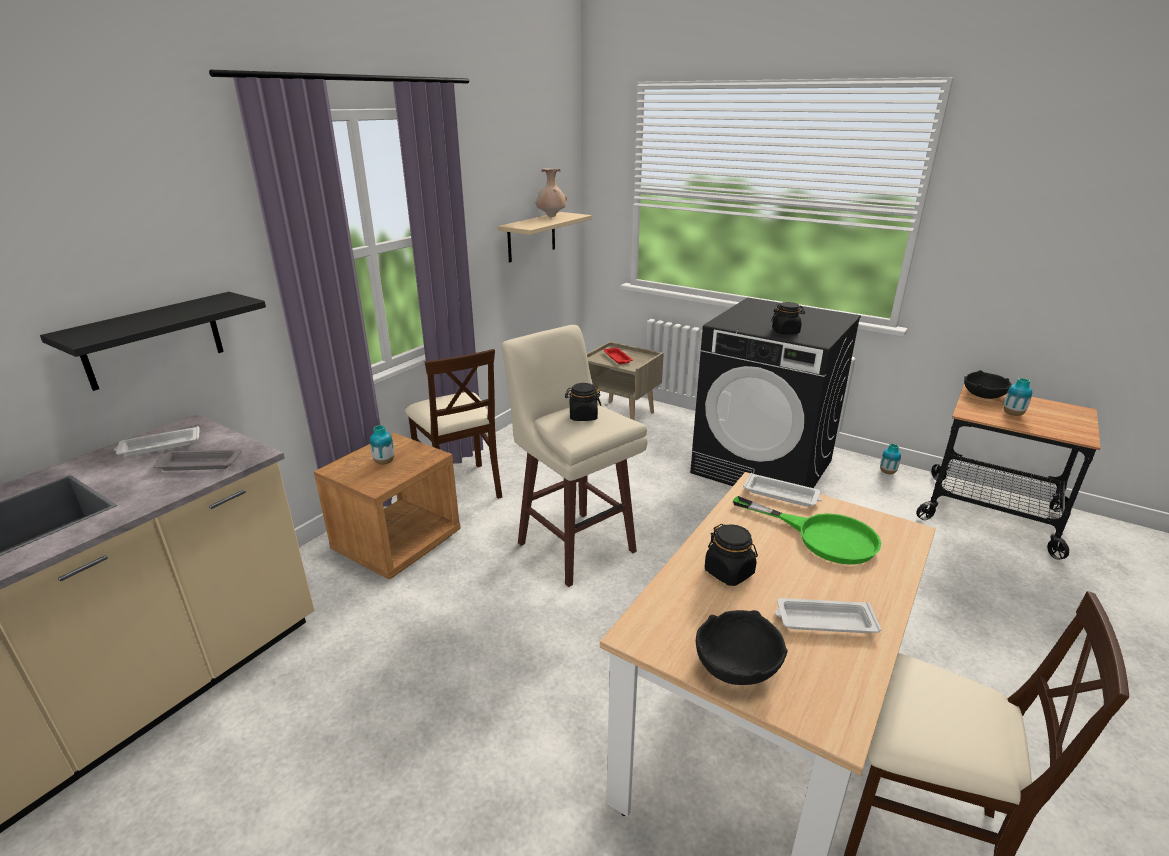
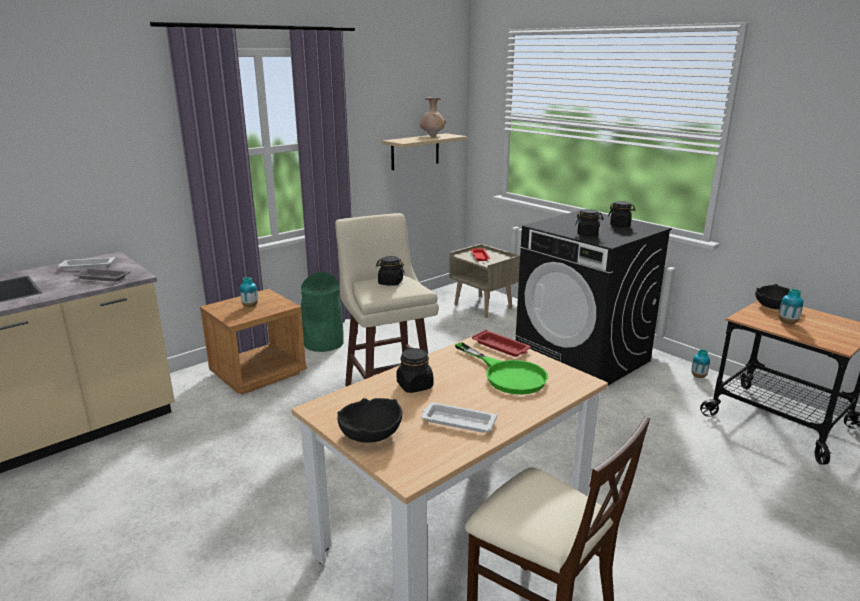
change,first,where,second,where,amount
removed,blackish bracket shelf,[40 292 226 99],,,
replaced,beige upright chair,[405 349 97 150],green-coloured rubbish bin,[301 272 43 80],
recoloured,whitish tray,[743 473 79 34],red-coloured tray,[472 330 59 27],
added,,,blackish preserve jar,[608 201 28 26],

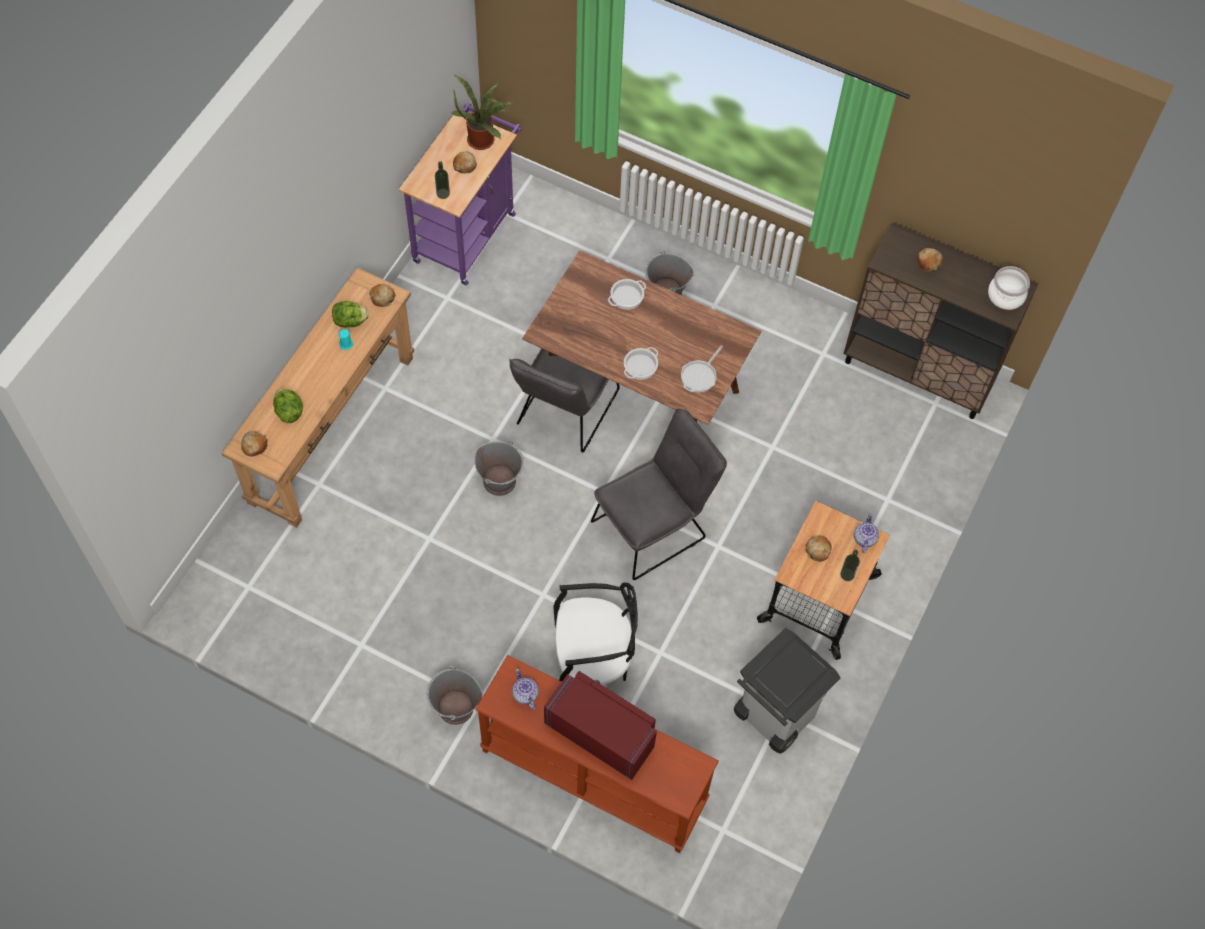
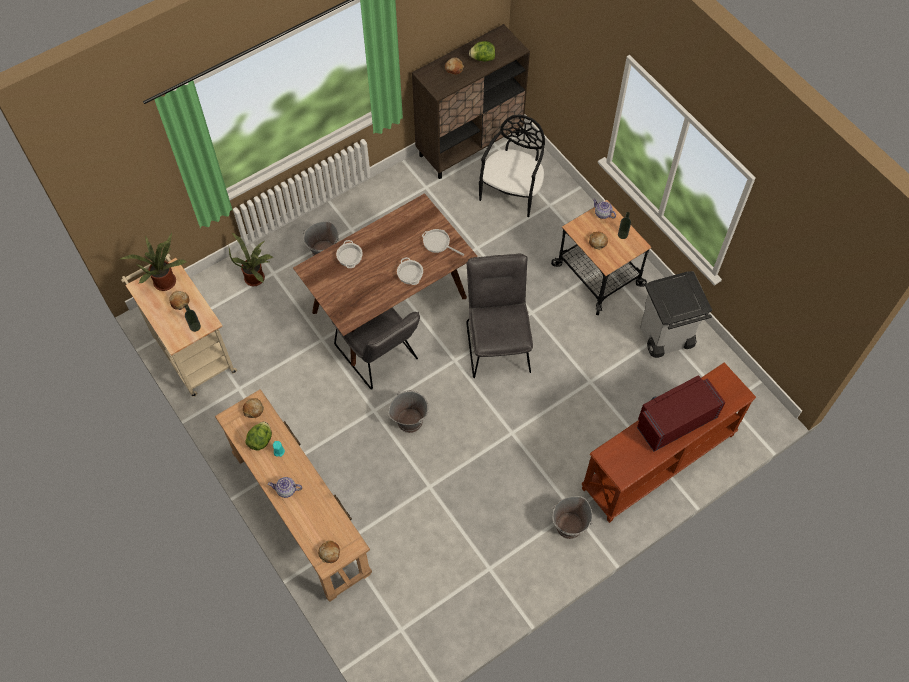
change,first,where,second,where,amount
moved,head of lettuce,[273 389 30 34],,[469 41 26 21],
recoloured,purplish wheeled cart,[399 103 123 182],beige wheeled cart,[121 254 116 143],
moved,tea pot,[512 669 27 41],,[268 477 34 21],
moved,blackish upright chair,[553 582 85 103],,[479 114 66 103],
turned,frying pan,[681 346 42 47],,[422 229 42 27],150 degrees clockwise
removed,cooking pot,[988 266 42 44],,,
added,,,houseplant,[228 233 45 53],

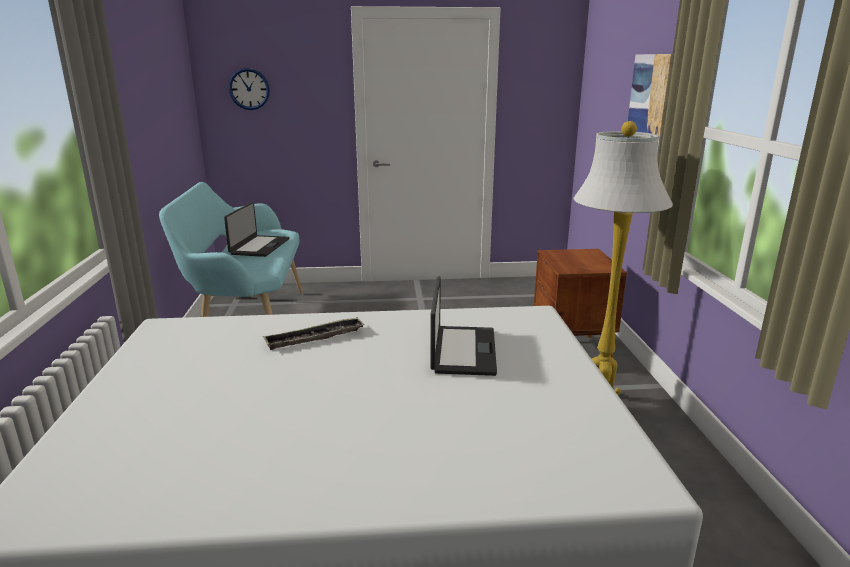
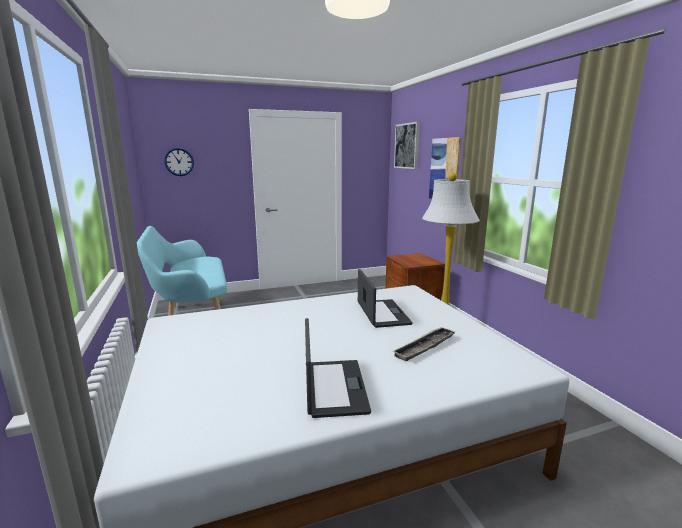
change,first,where,second,where,amount
moved,laptop,[224 202 66 55],,[305 318 66 100],
moved,tray,[263 318 102 32],,[392 327 63 34],
added,,,wall art,[394 122 26 47],

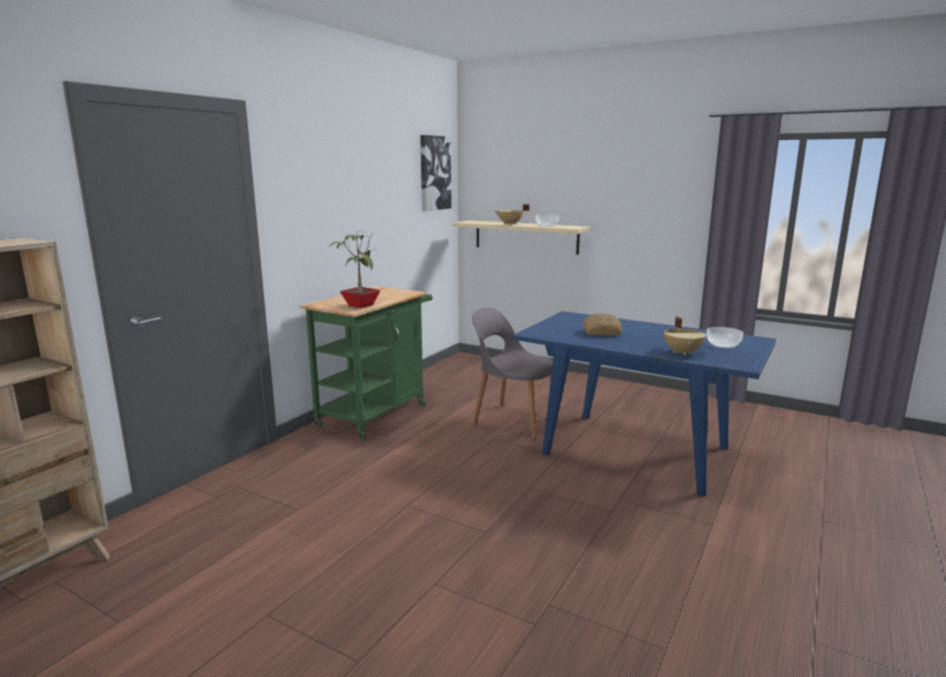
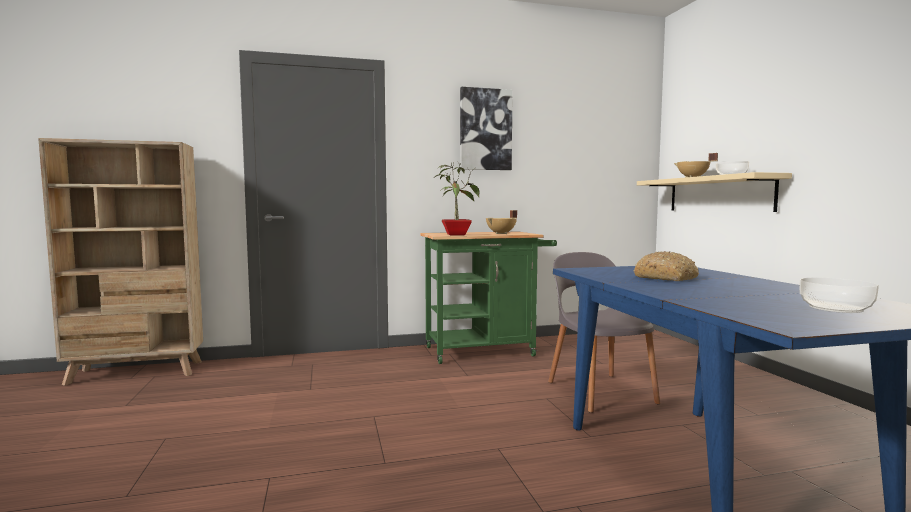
change,first,where,second,where,amount
moved,wall art,[420 135 32 76],,[460 87 53 83],
moved,beige cooking pot,[664 317 42 38],,[486 210 31 24],

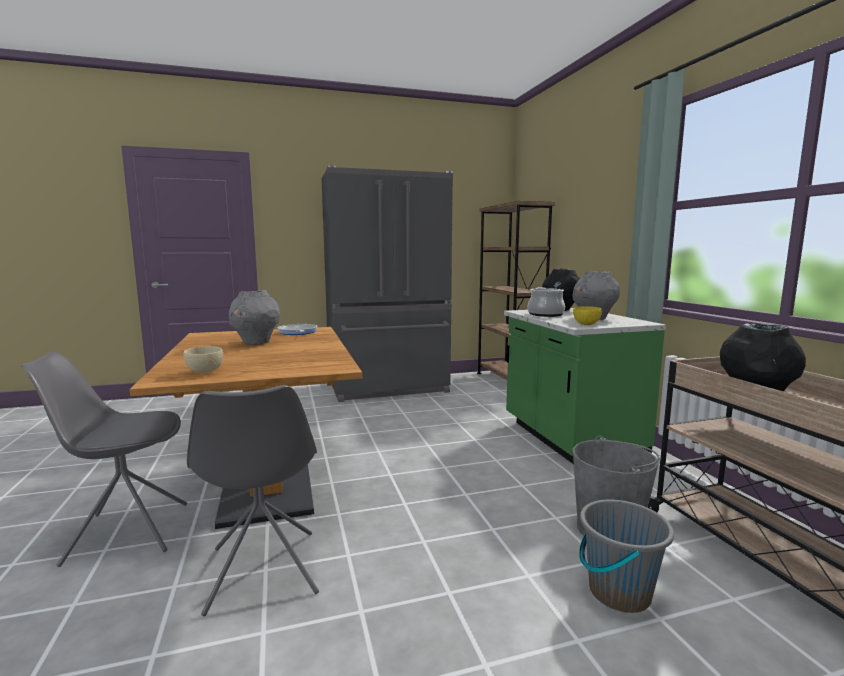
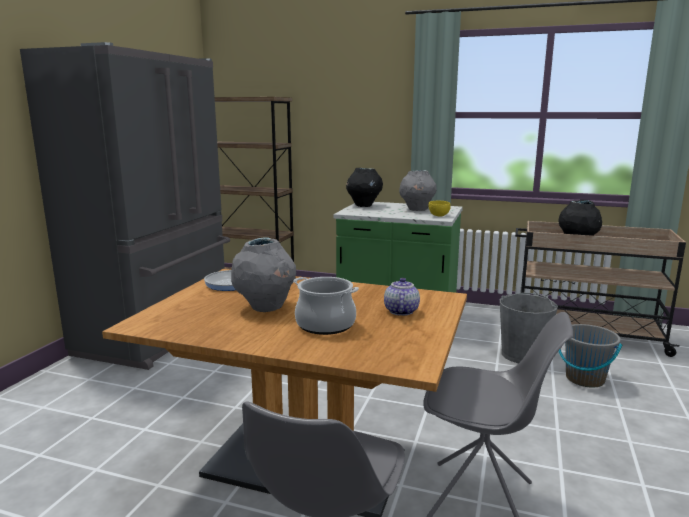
change,first,where,second,where,amount
removed,beige deep dish,[183 346 40 27],,,
moved,cooking pot,[528 287 37 30],,[293 277 66 58],
added,,,tea pot,[384 278 36 38],

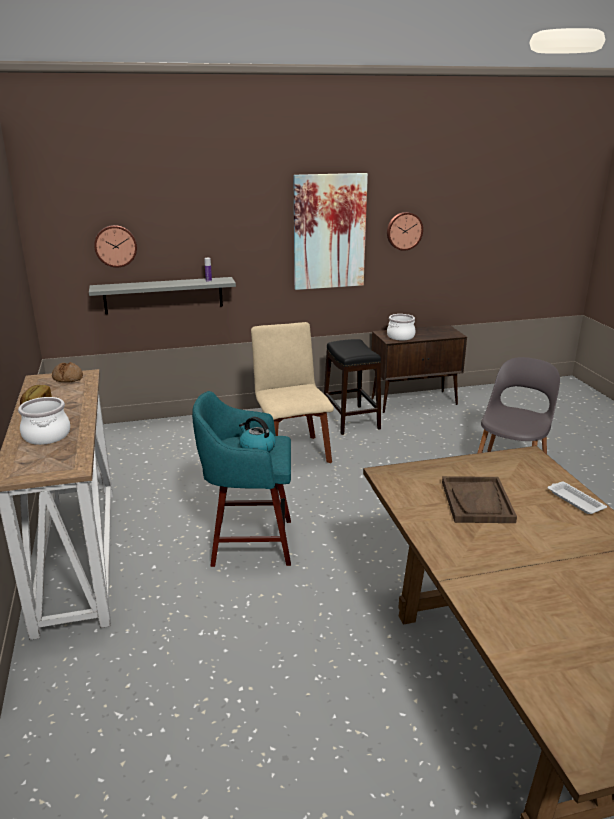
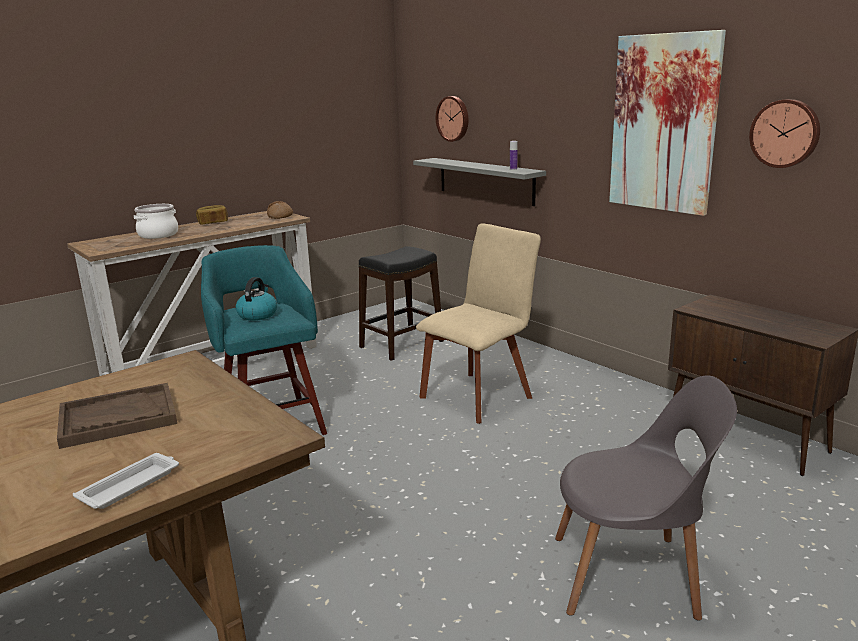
change,first,where,second,where,amount
moved,blackish stool,[324 339 57 96],,[359 246 85 115],
removed,cooking pot,[387 314 28 27],,,

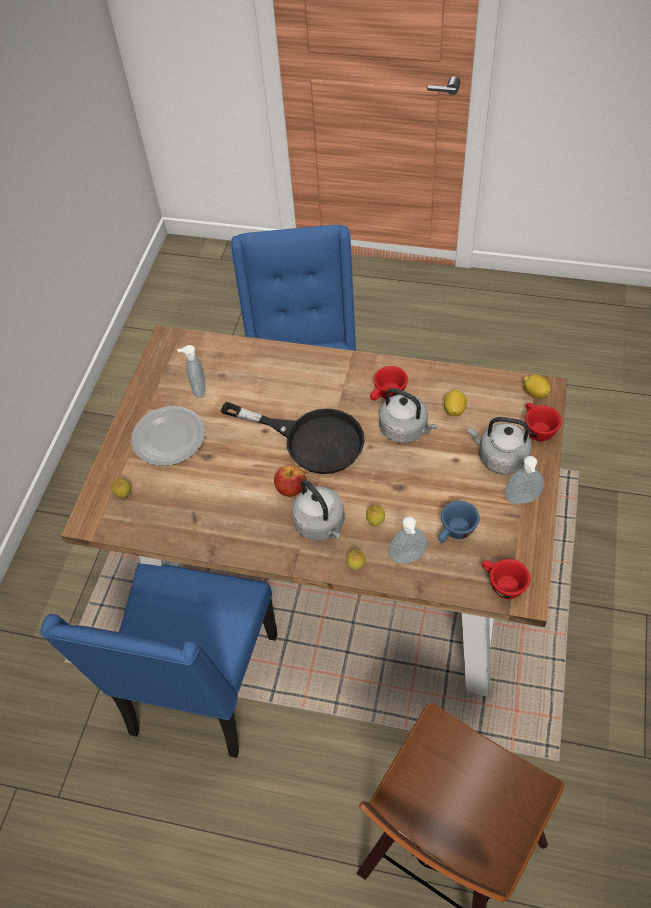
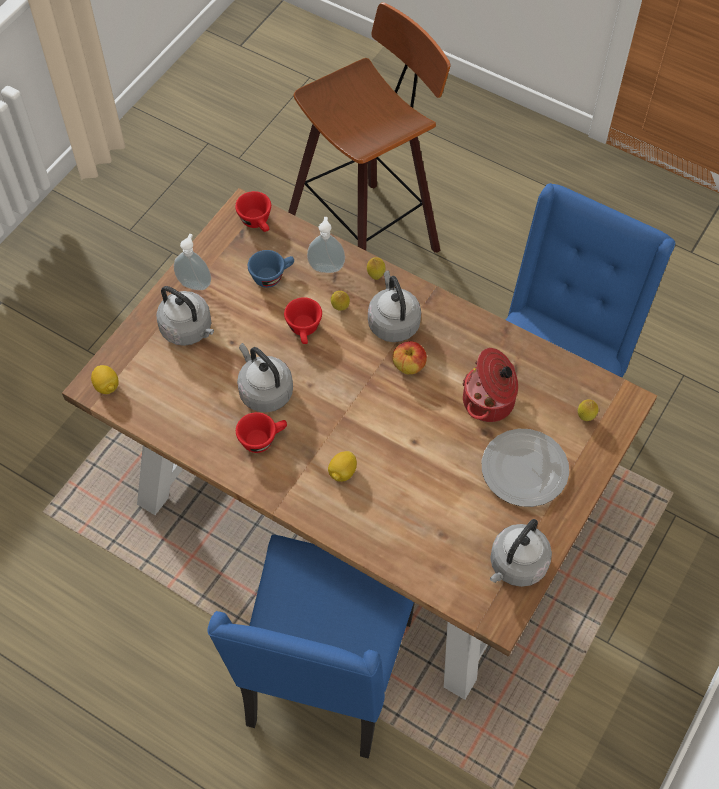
change,first,where,second,where,amount
removed,liquid soap bottle,[177 345 28 53],,,
removed,blackish frying pan,[221 402 144 72],,,
moved,whole lemon,[444 389 23 27],,[328 451 29 31],
moved,red-coloured drinking cup,[525 403 37 38],,[284 297 38 47],
added,,,cooking pot,[463 348 55 74],
added,,,grey tea kettle,[490 519 62 68],

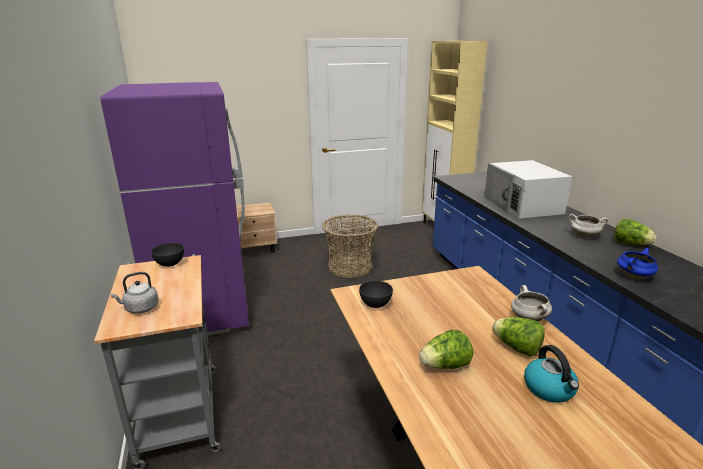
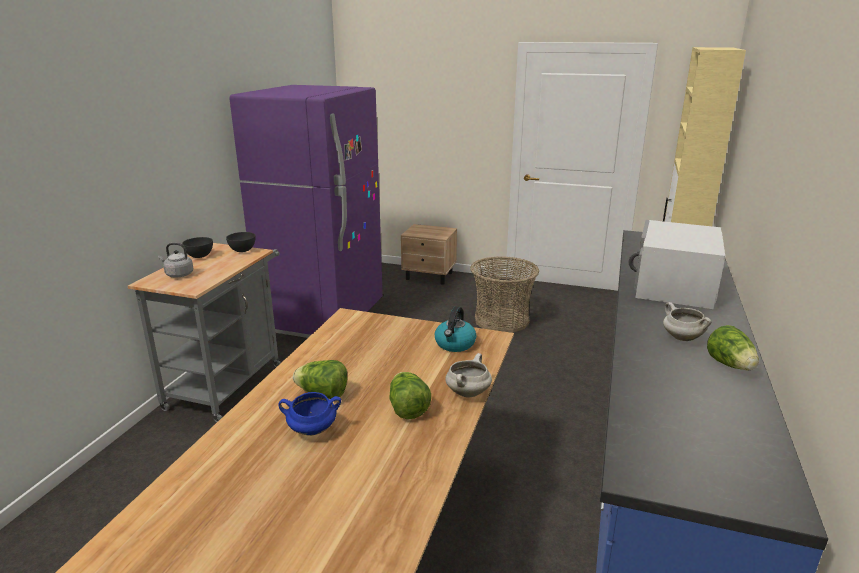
change,first,where,second,where,amount
moved,grey deep dish,[359 281 34 27],,[182 237 31 21],
moved,tea kettle,[524 345 55 58],,[434 306 42 46],
moved,blue-coloured cooking pot,[617 248 41 31],,[278 392 63 44],

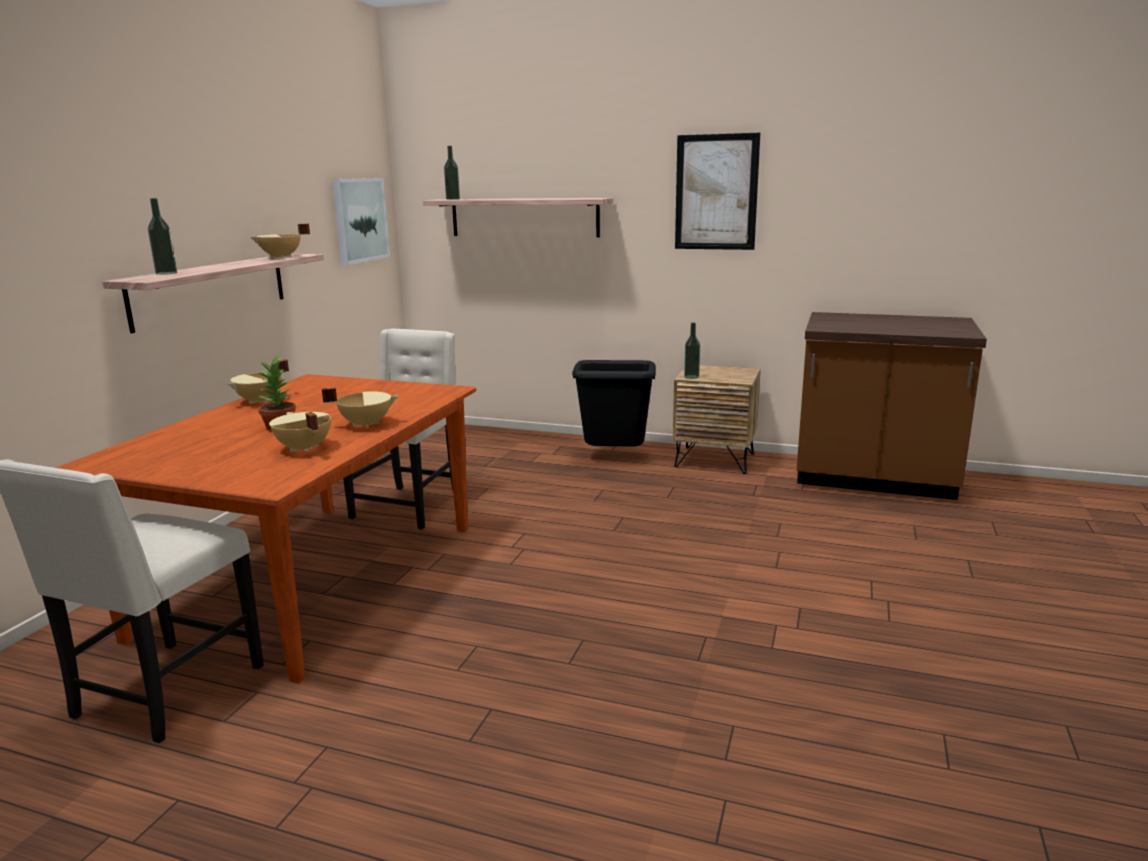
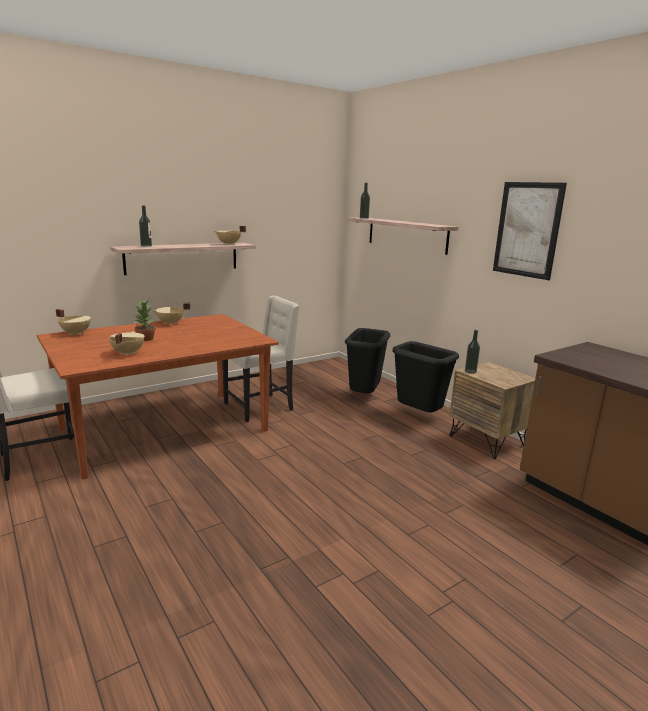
change,first,where,second,where,amount
moved,beige cooking pot,[322 387 77 41],,[56 309 35 26],
removed,wall art,[332 178 58 87],,,
added,,,blackish rubbish bin,[345 328 45 65],

